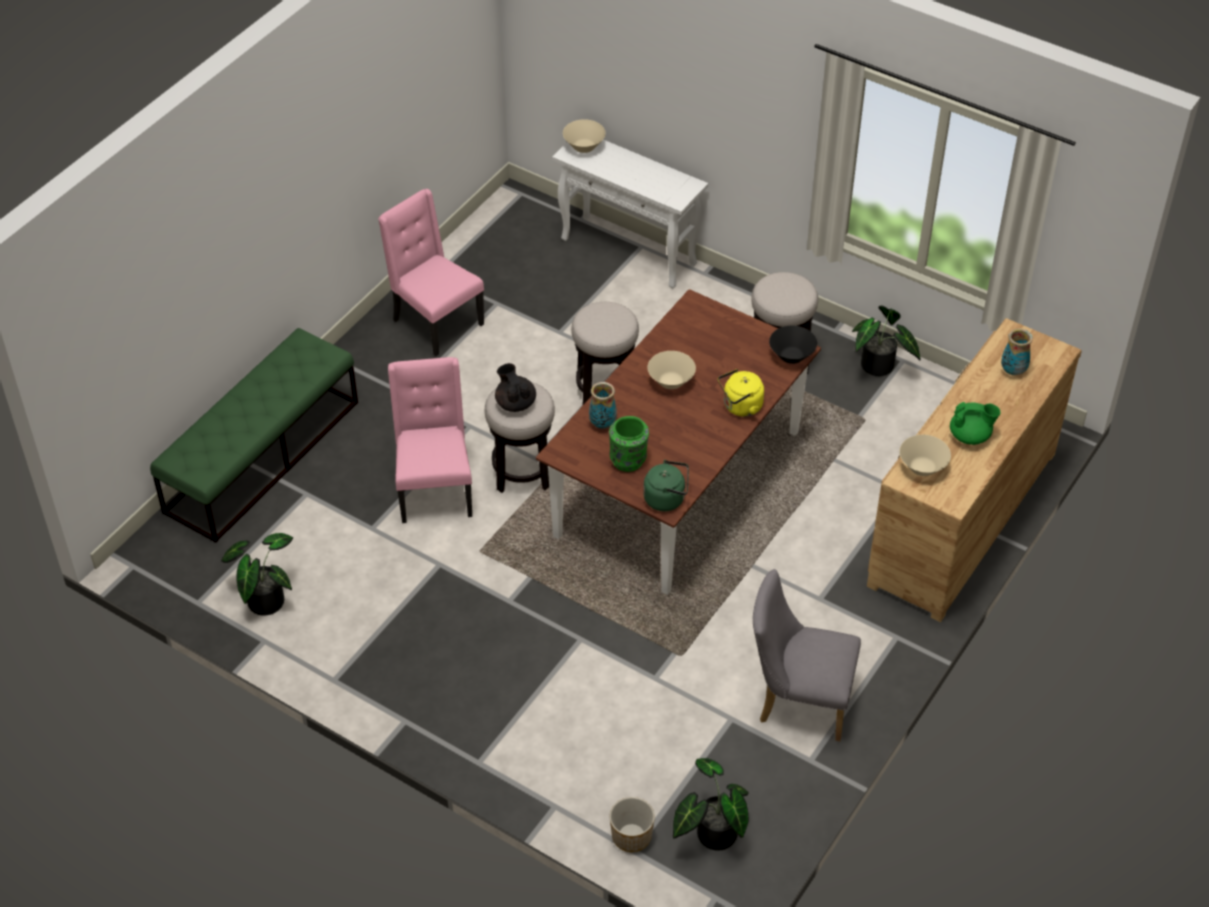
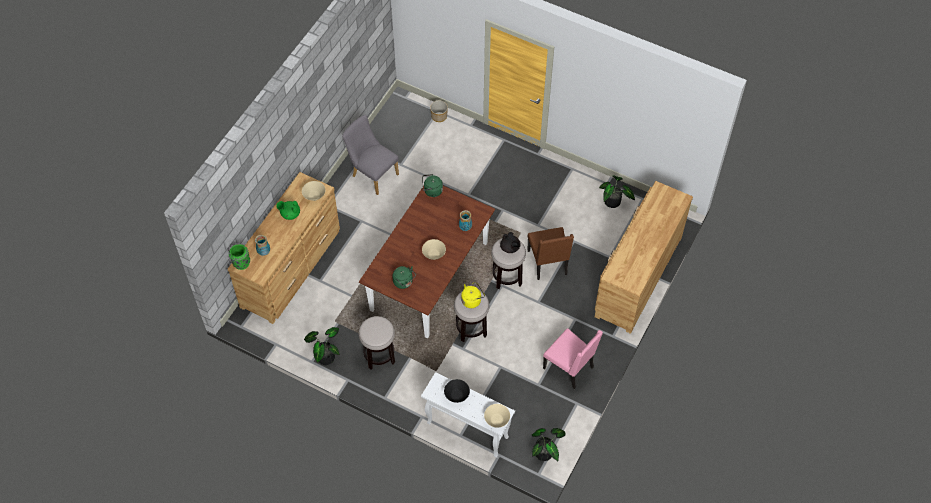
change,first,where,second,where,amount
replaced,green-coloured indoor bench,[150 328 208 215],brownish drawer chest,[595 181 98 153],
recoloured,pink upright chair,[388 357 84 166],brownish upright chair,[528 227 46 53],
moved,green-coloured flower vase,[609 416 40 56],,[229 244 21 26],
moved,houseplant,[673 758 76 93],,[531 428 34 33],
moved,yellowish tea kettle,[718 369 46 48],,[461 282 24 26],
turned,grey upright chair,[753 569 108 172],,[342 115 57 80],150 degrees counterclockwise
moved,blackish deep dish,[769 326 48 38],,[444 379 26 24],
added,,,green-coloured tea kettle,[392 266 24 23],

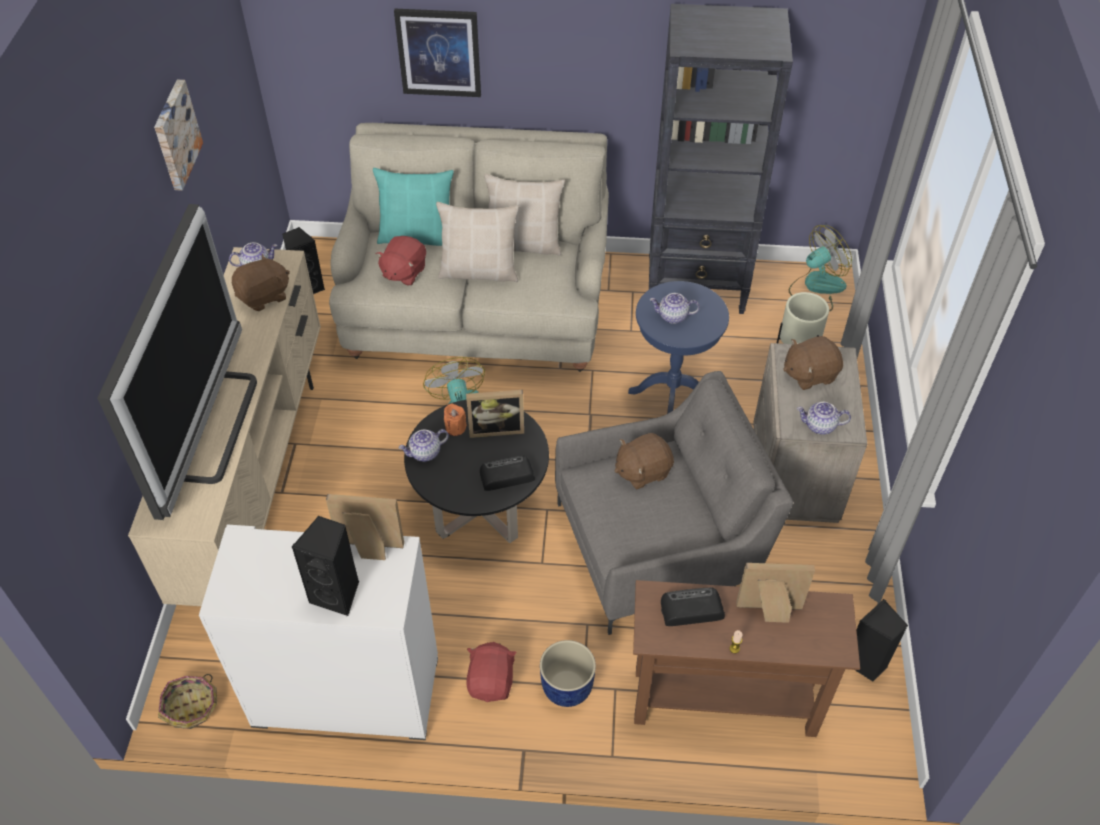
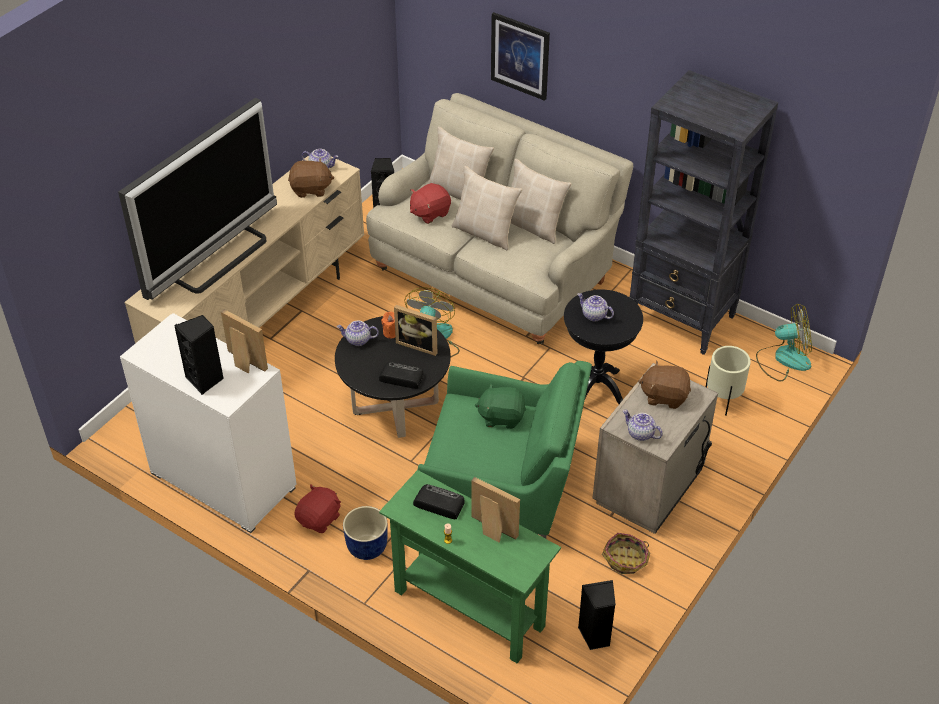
change,first,where,second,where,amount
removed,wall art,[154 80 49 111],,,
moved,basket,[158 674 59 55],,[602 533 48 41],
recoloured,turquoise throw pillow,[373 168 81 78],beige throw pillow,[427 127 67 73],
recoloured,grey lounge chair,[555 371 238 264],green-coloured lounge chair,[418 361 174 178],
recoloured,brownish cuddly toy,[615 433 59 56],green-coloured cuddly toy,[475 383 51 46],
recoloured,blue-coloured side table,[628 281 101 133],blackish side table,[564 289 79 115],
recoloured,brownish narrow table,[633 580 227 157],green-coloured narrow table,[379 470 182 194],

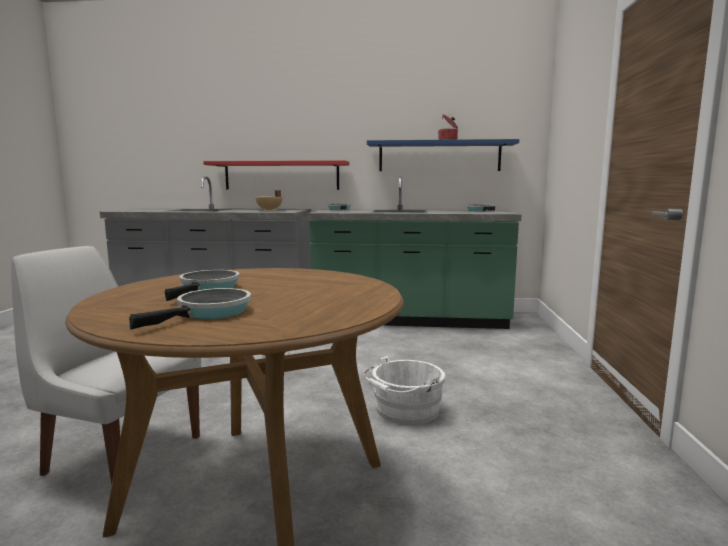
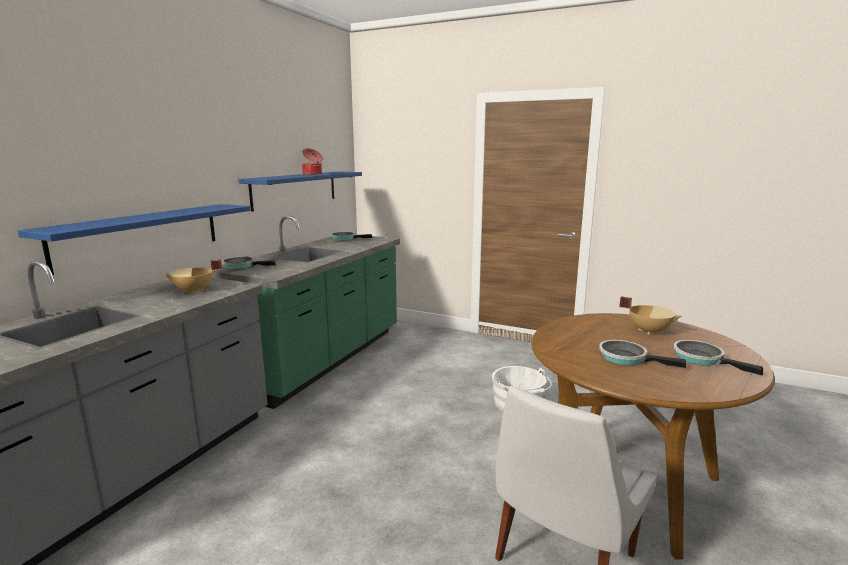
change,first,where,second,where,amount
recoloured,red-coloured bracket shelf,[203 160 146 30],blue-coloured bracket shelf,[18 204 232 71],
added,,,beige cooking pot,[619 296 63 39],

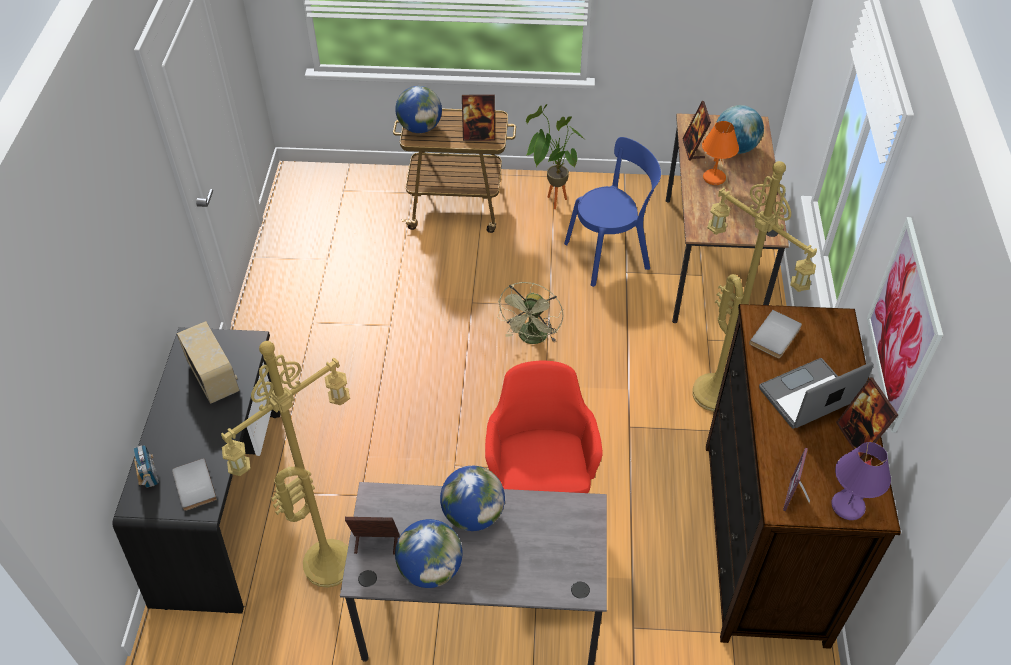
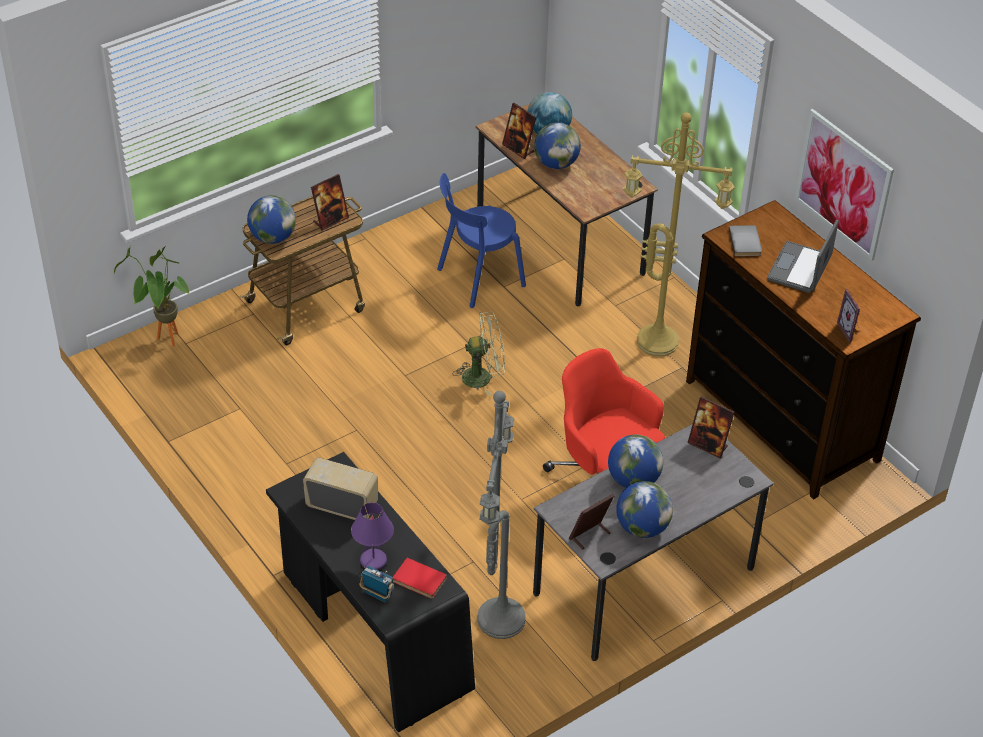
change,first,where,second,where,amount
recoloured,grey volume,[172 458 45 53],red-coloured volume,[393 558 54 41],
recoloured,yellowish standing lamp,[221 341 129 247],grey standing lamp,[477 391 49 248],
turned,green-coloured cooling fan,[497 282 66 62],,[454 312 51 84],75 degrees counterclockwise
moved,houseplant,[526 104 58 105],,[114 245 75 102],
turned,blue-coloured upright chair,[564 137 97 150],,[437 173 89 135],150 degrees counterclockwise
replaced,orangey lamp for a table,[702 121 37 64],world globe,[534 122 47 47],
moved,purplish lamp for a table,[832 442 59 78],,[351 502 43 68],
moved,standing frame,[836 377 62 82],,[688 396 46 62],

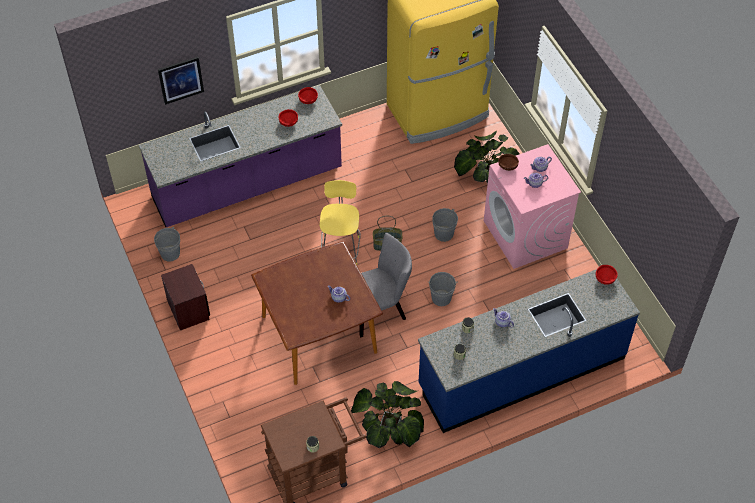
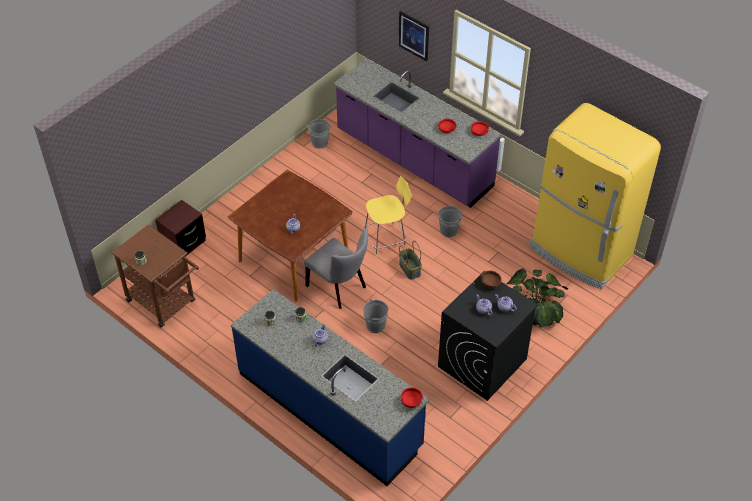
change,first,where,second,where,amount
moved,brownish nightstand,[161 264 49 66],,[155 200 51 56],
removed,houseplant,[351 381 73 67],,,
moved,grey water bucket,[432 208 26 34],,[438 206 25 31],
recoloured,pink laundry machine,[484 144 97 125],blackish laundry machine,[438 271 100 130],

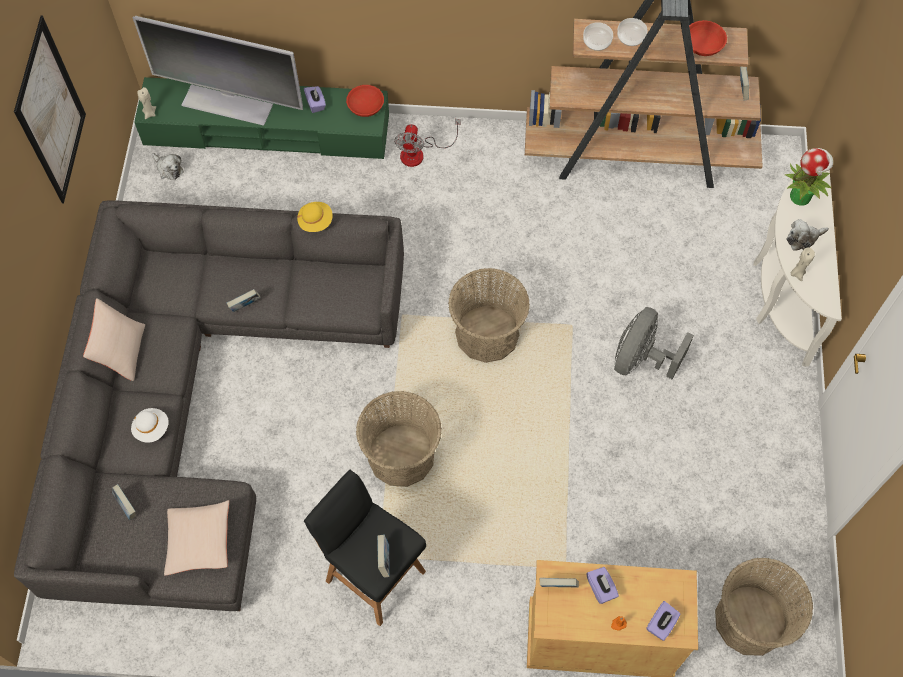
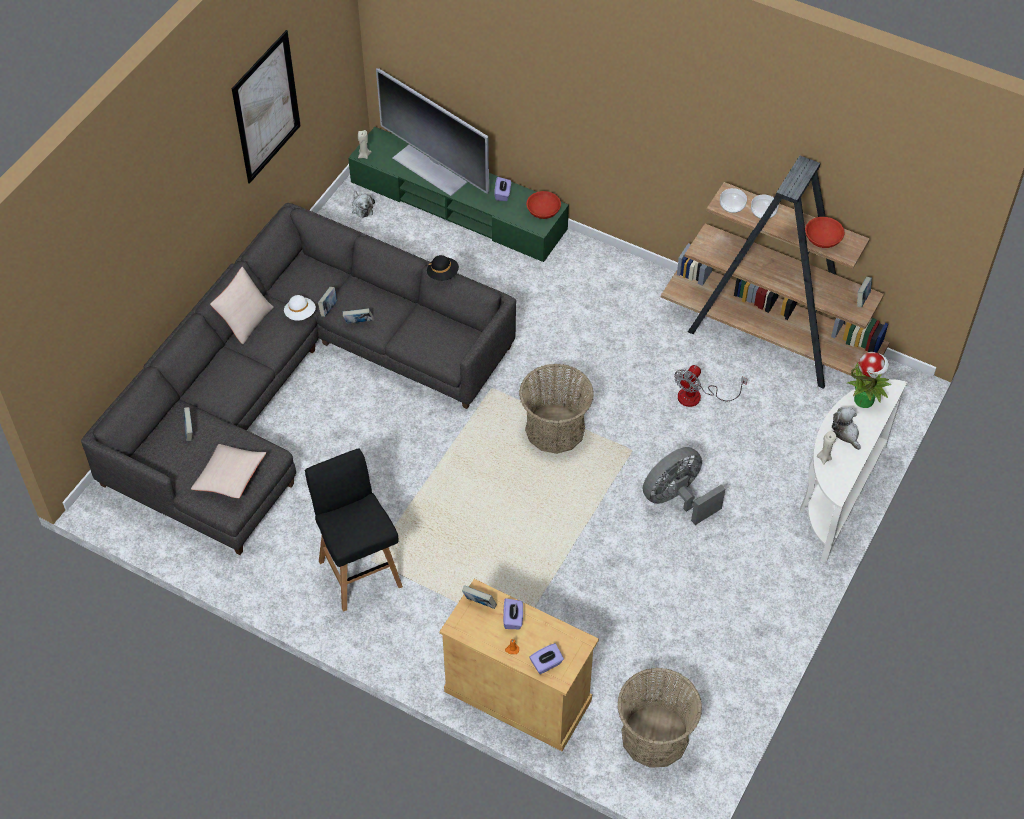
change,first,where,second,where,amount
moved,whitish hat,[131 408 38 35],,[284 295 32 26],
recoloured,yellowish hat,[297 202 36 30],blackish hat,[427 255 32 26],
removed,basket,[356 391 86 96],,,
moved,volume,[377 534 13 44],,[318 287 19 30],
moved,cooling fan,[394 119 67 48],,[674 365 73 42],
turned,cuddly toy,[786 219 43 32],,[832 407 29 43],60 degrees clockwise

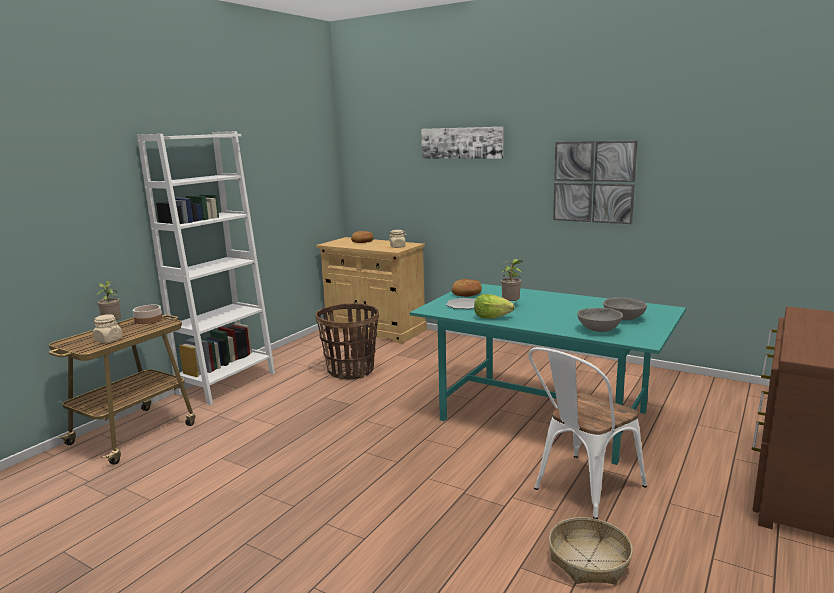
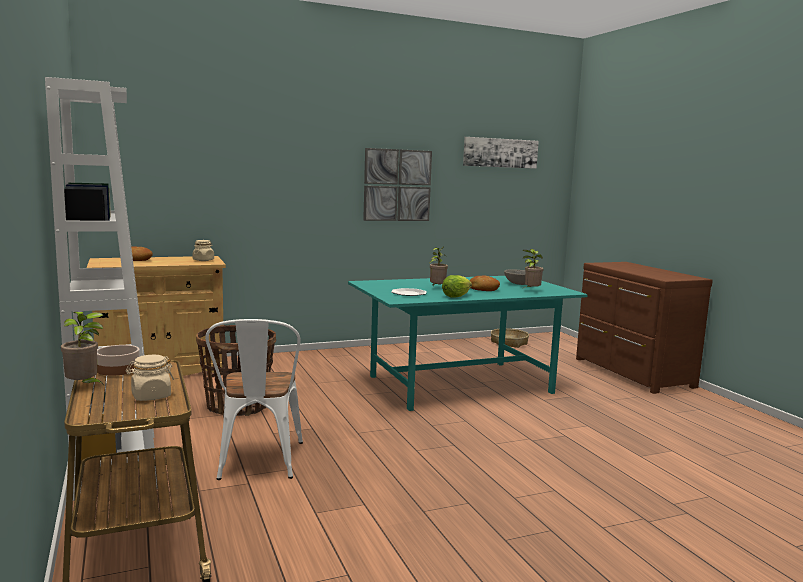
change,first,where,second,where,amount
moved,wall art,[421 127 82 32],,[463 137 76 32],
moved,bread,[452 279 30 18],,[469 276 31 15],
moved,whitish upright chair,[528 347 119 172],,[205 319 98 161],
moved,basket,[549 517 84 67],,[491 328 38 20],
replaced,grey deep dish,[577 308 46 24],houseplant,[522 249 21 40],

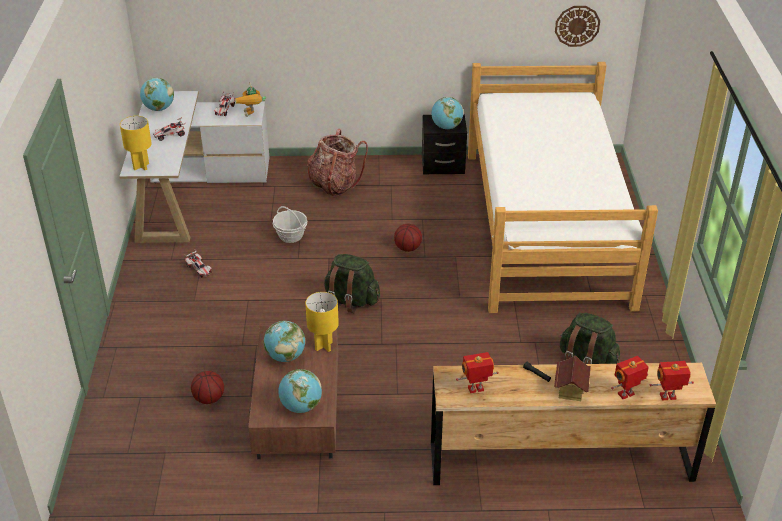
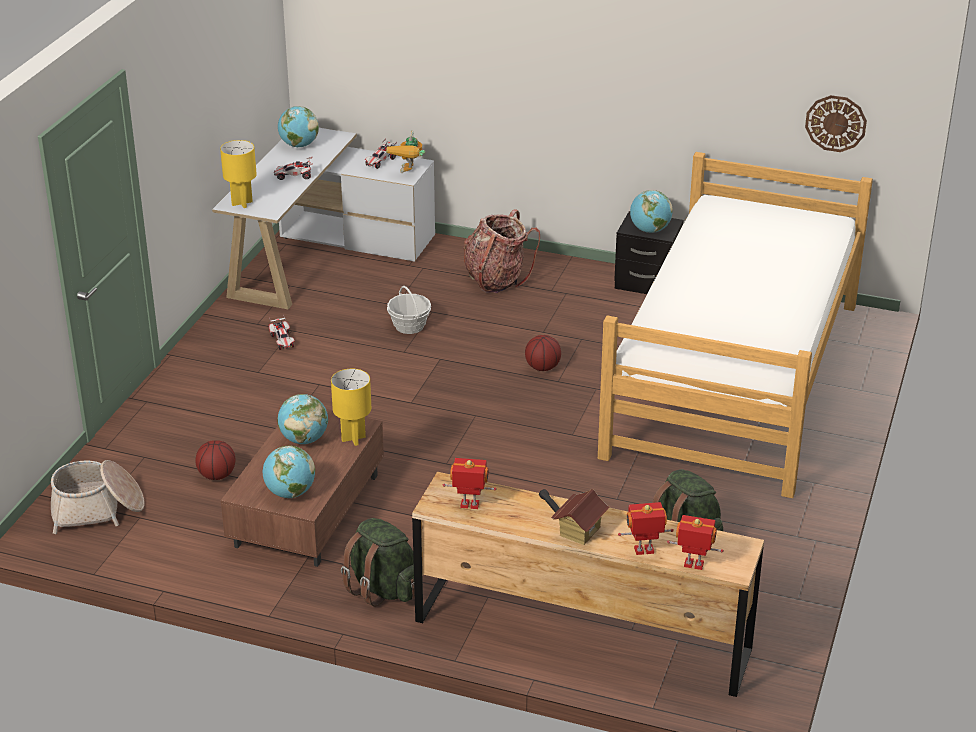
change,first,where,second,where,amount
moved,green-coloured rucksack,[324 254 56 59],,[341 518 74 89],
added,,,basket,[51 460 93 74],

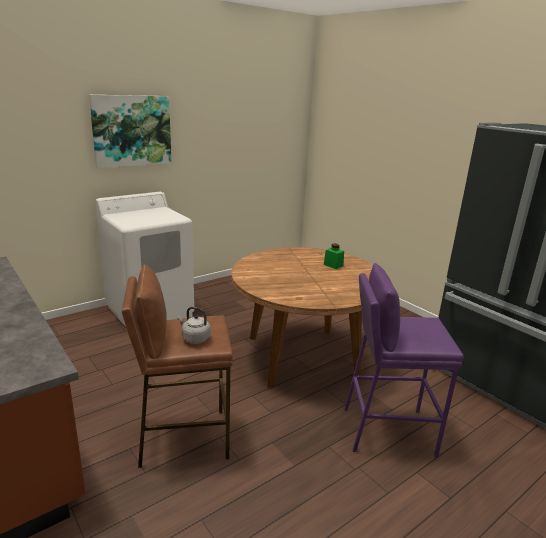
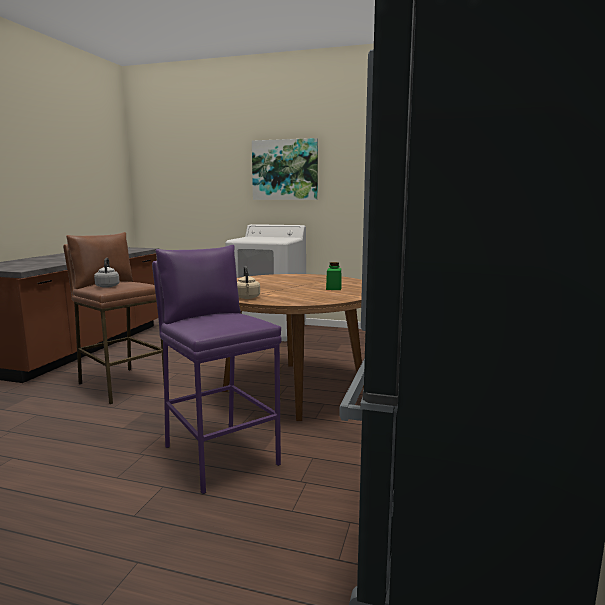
change,first,where,second,where,amount
added,,,beige tea kettle,[237 266 23 33],

